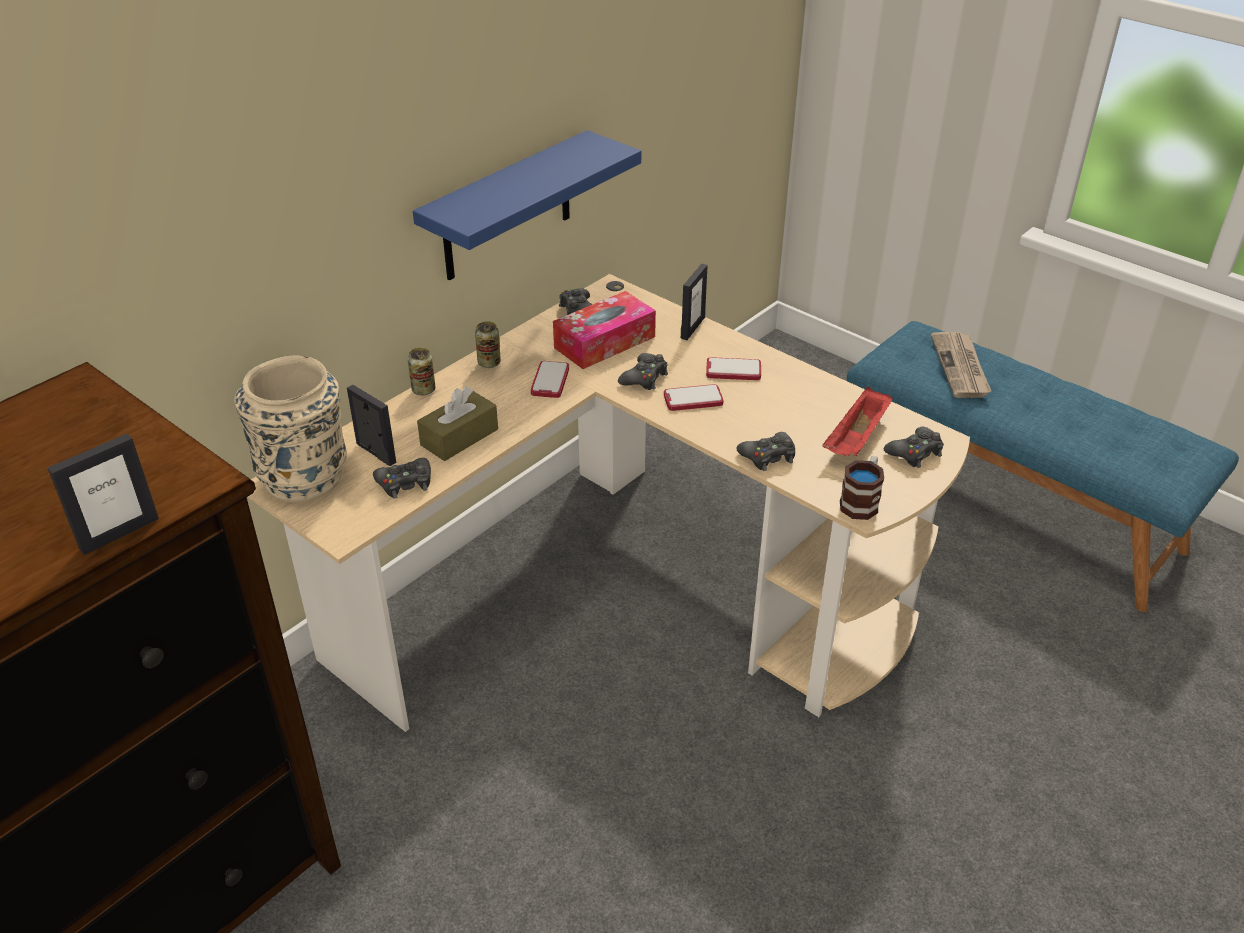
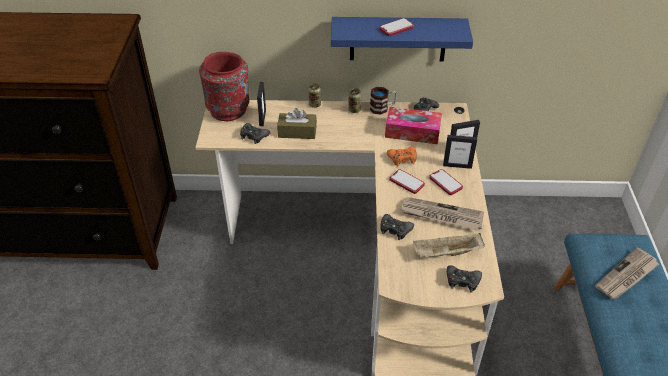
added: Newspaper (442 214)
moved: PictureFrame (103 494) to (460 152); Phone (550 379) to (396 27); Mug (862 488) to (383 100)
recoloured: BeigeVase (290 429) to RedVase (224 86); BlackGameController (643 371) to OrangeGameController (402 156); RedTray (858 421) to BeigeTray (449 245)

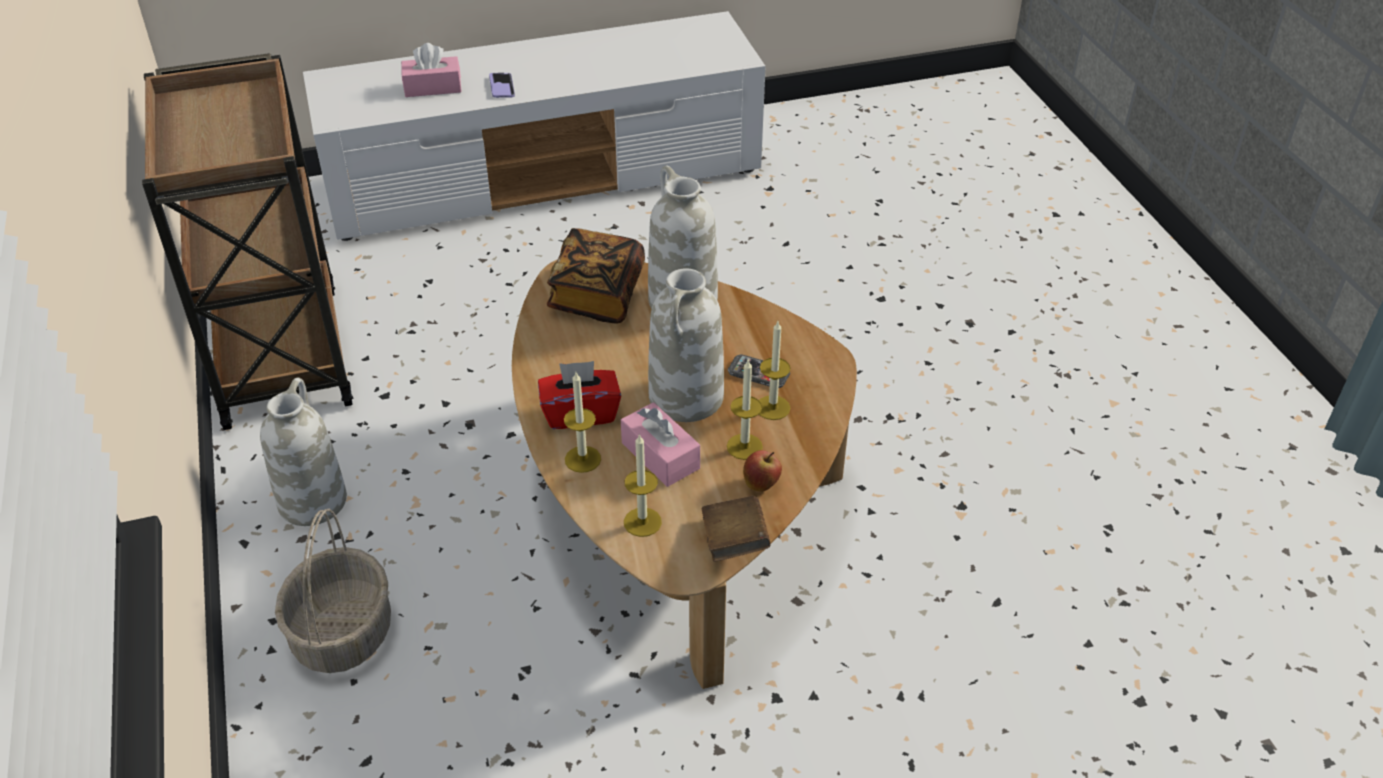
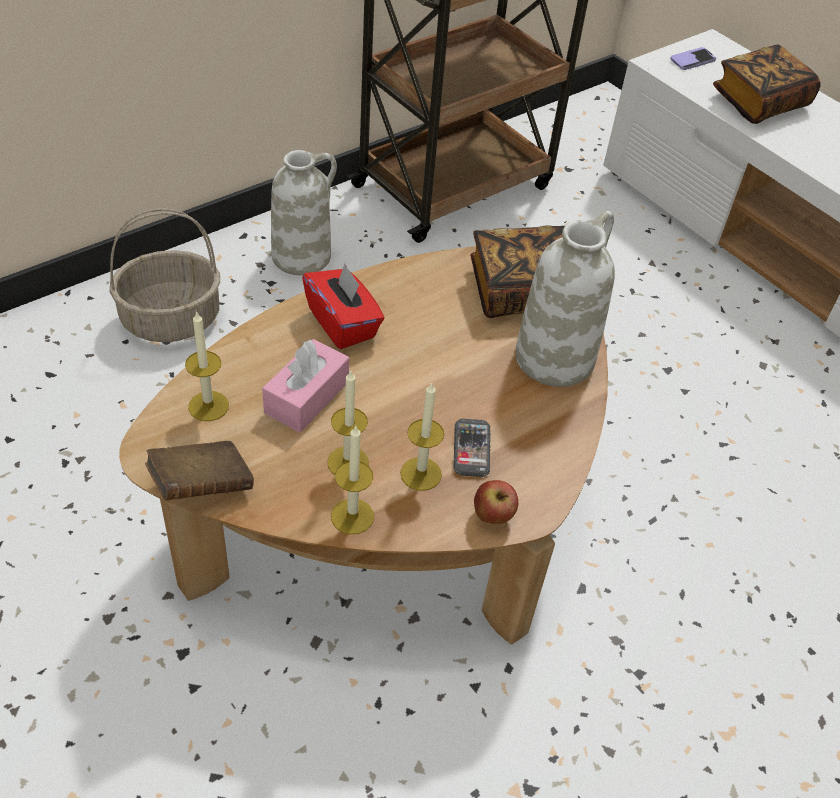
removed: WhiteVase (686 345)
moved: Phone (502 85) to (693 58); Candle (582 422) to (352 480); Apple (762 471) to (496 502)
replaced: PinkTissueBox (431 70) to Book (767 84)

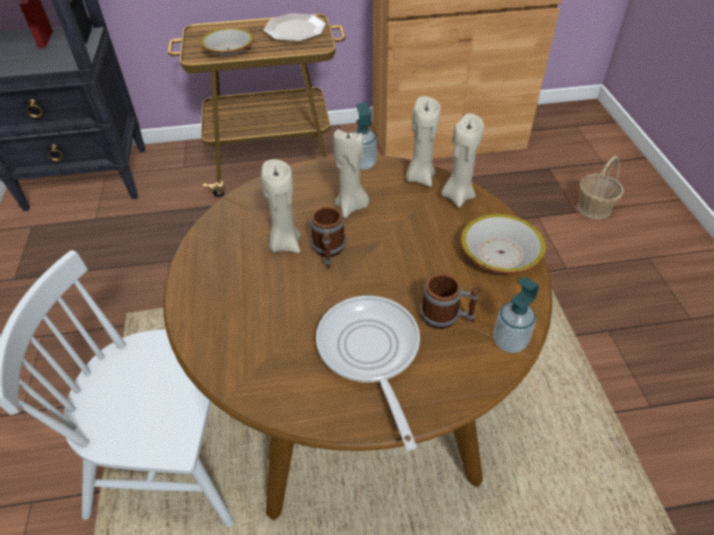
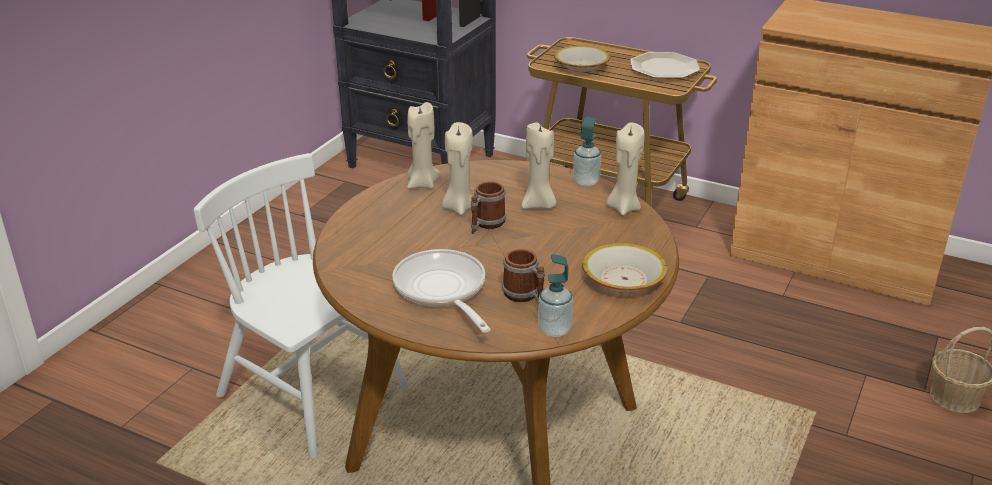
moved: BeigeCandle (462 160) to (424 145)
turned: FryingPan (368 373) = (441 291) 45 degrees counterclockwise

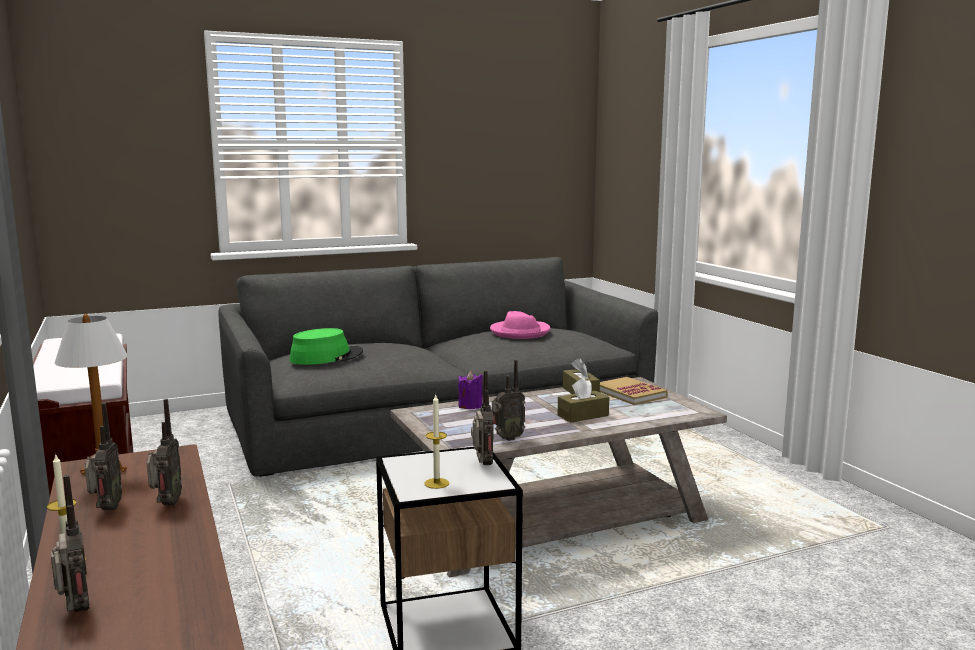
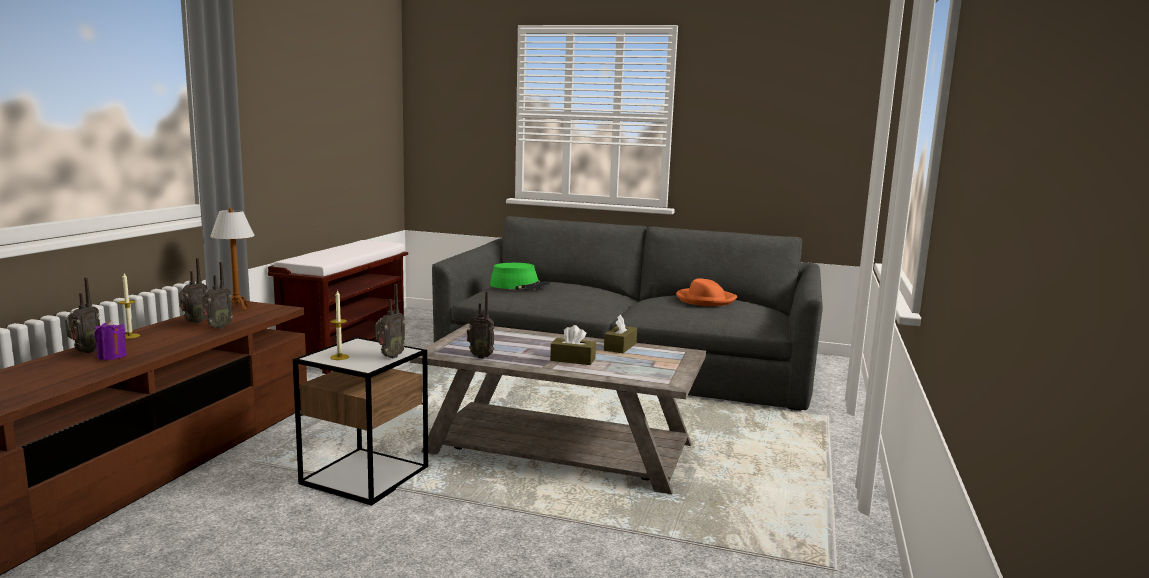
removed: Book (634 391)
moved: PurpleCandle (470 390) to (111 340)
recoloured: PinkHat (520 325) to OrangeHat (706 292)

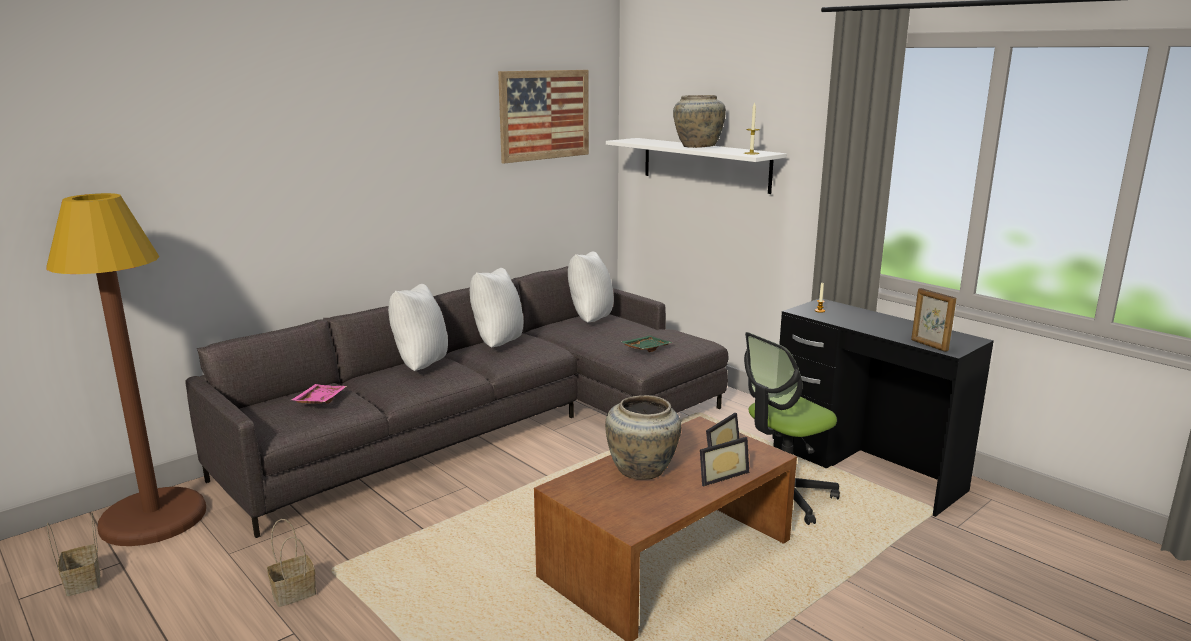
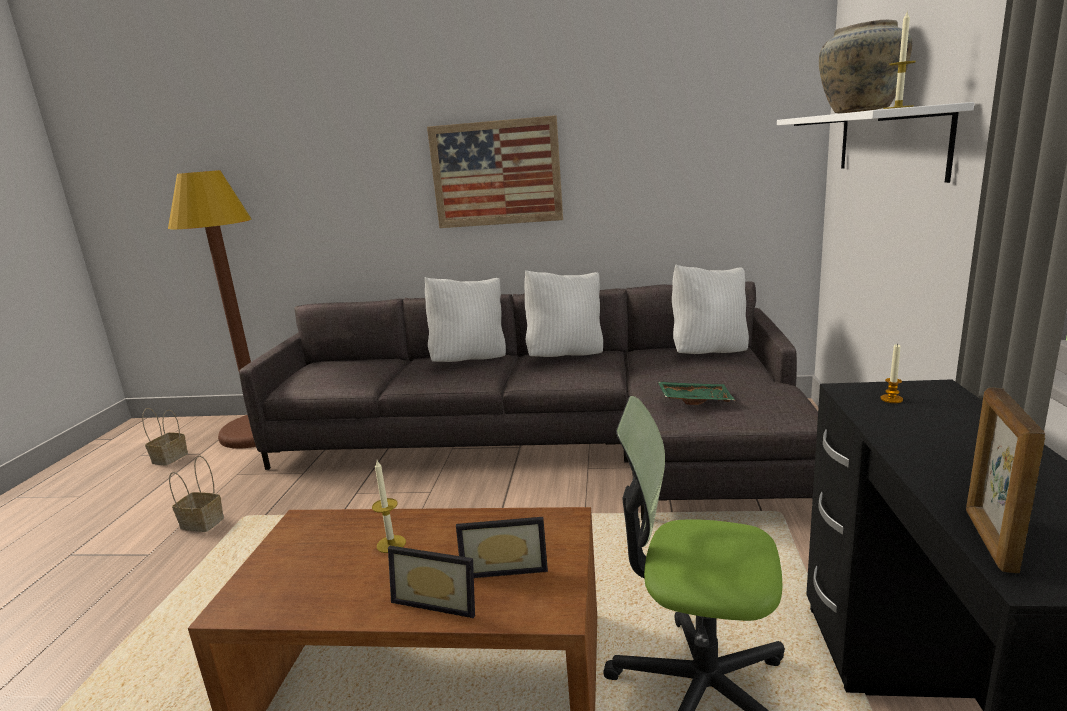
removed: PinkTray (319 394)
moved: Picture (543 116) to (495 171)
replaced: BeigeVase (643 437) to Candle (389 506)

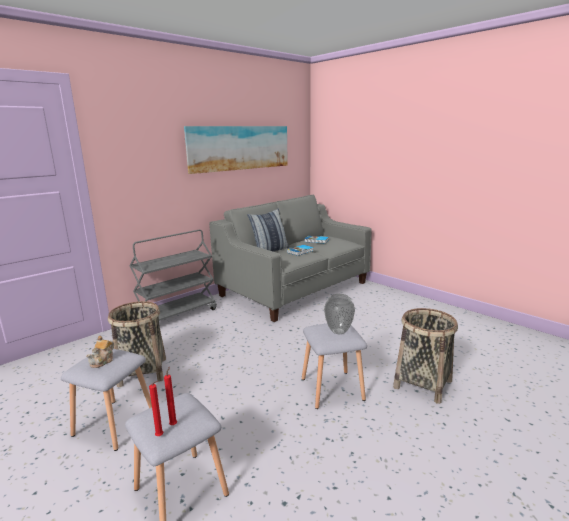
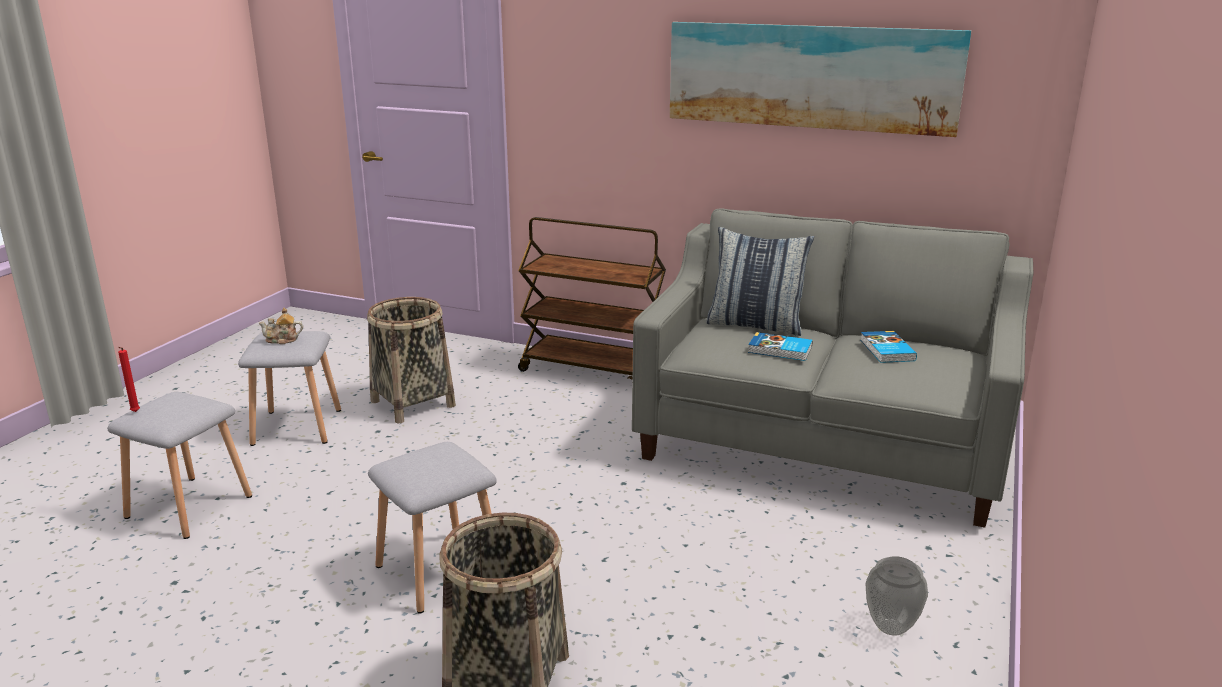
removed: RedCandle (170 396)
moved: Vase (339 314) to (897 596)
recoloured: GreyCart (173 275) to BrownCart (592 298)

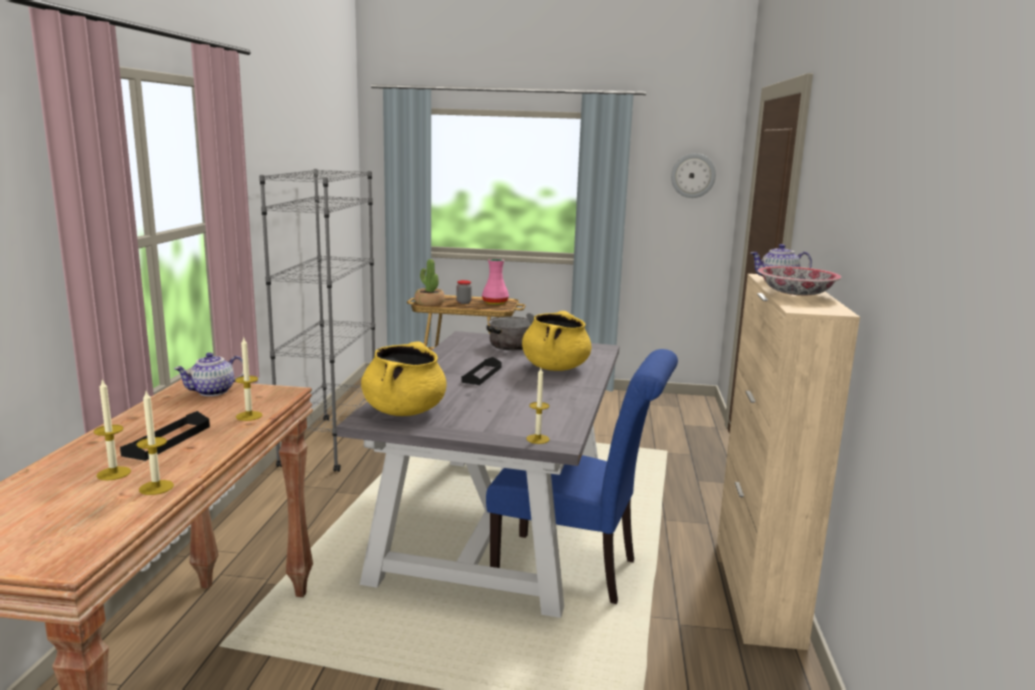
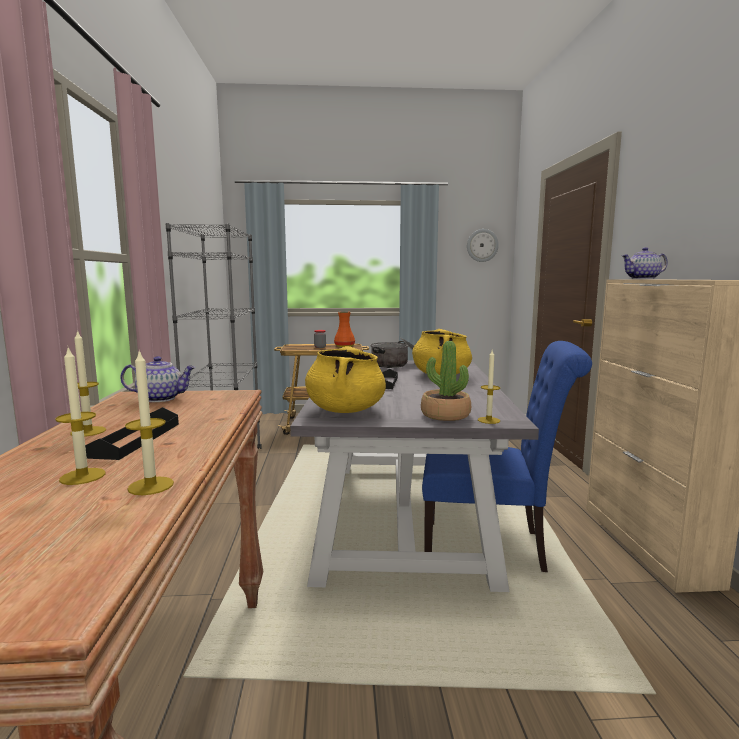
removed: Bowl (799 280)
moved: Candle (248 379) to (88 383); PottedPlant (430 282) to (446 381)
recoloured: PinkVase (495 282) to OrangeVase (344 329)
turned: Teapot (209 374) = (158 379) 135 degrees counterclockwise

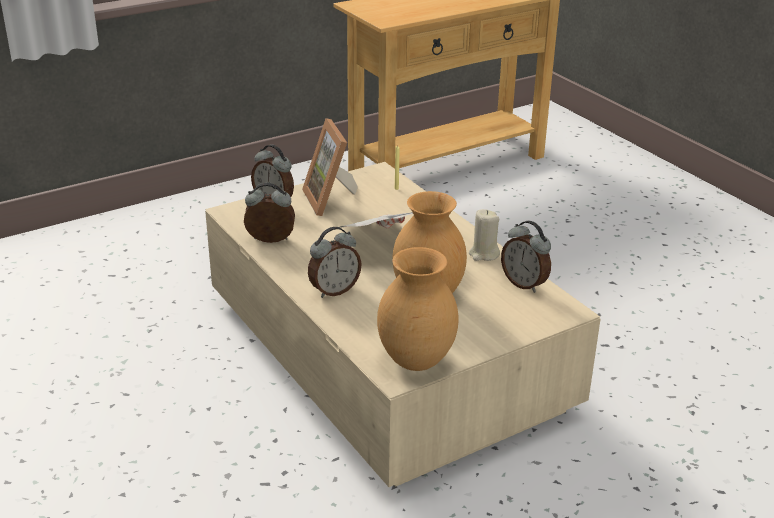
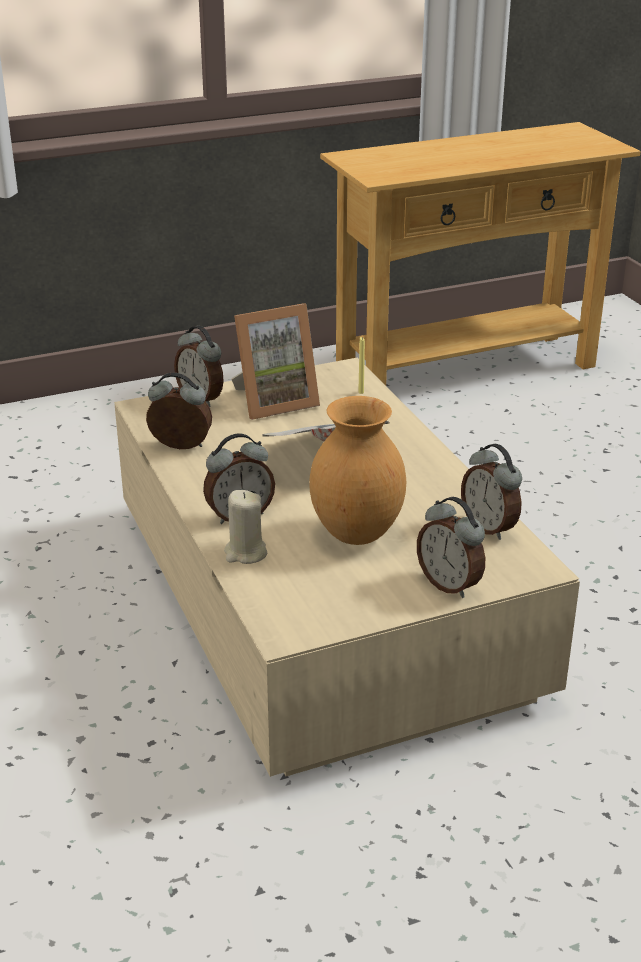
removed: BrownVase (418 309)
added: AlarmClock (451 547)
moved: BeigeCandle (484 235) to (245 527)
turned: PictureFrame (330 167) = (275 361) 105 degrees counterclockwise

